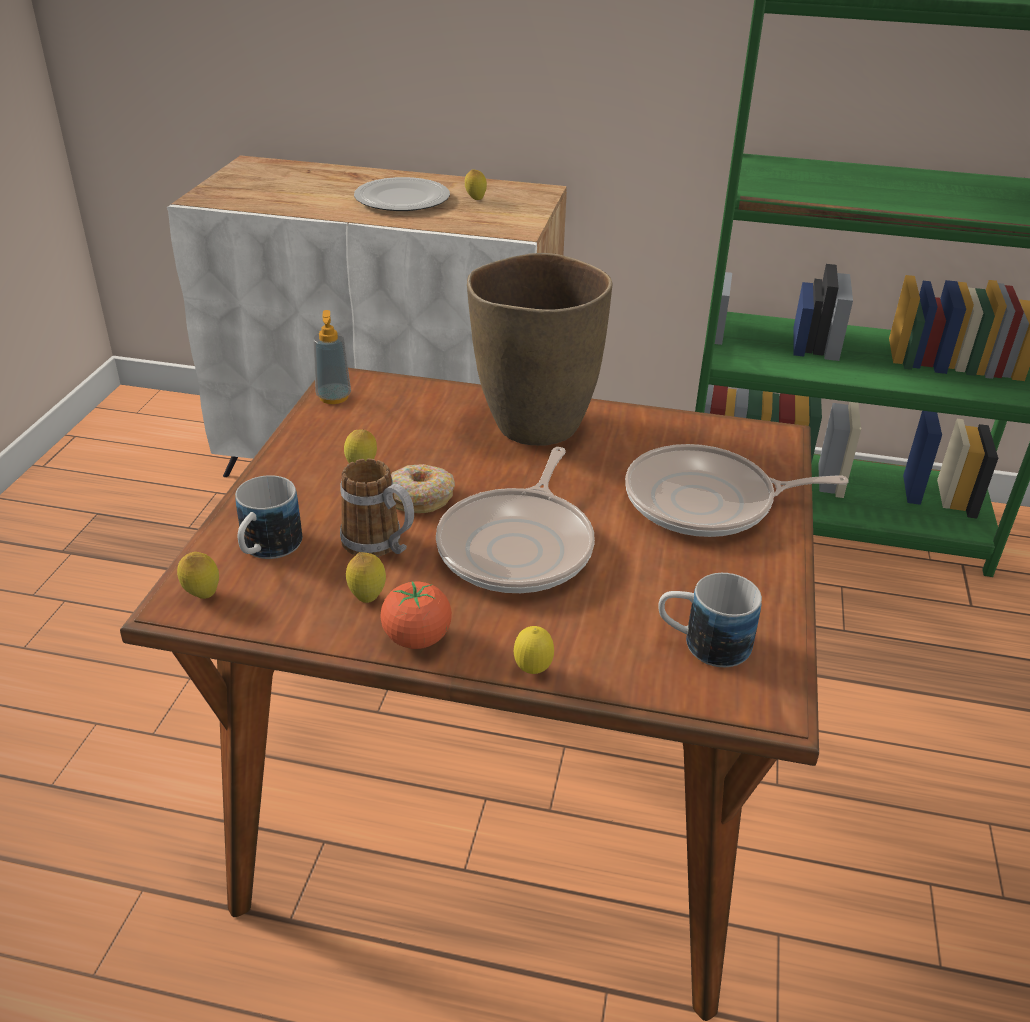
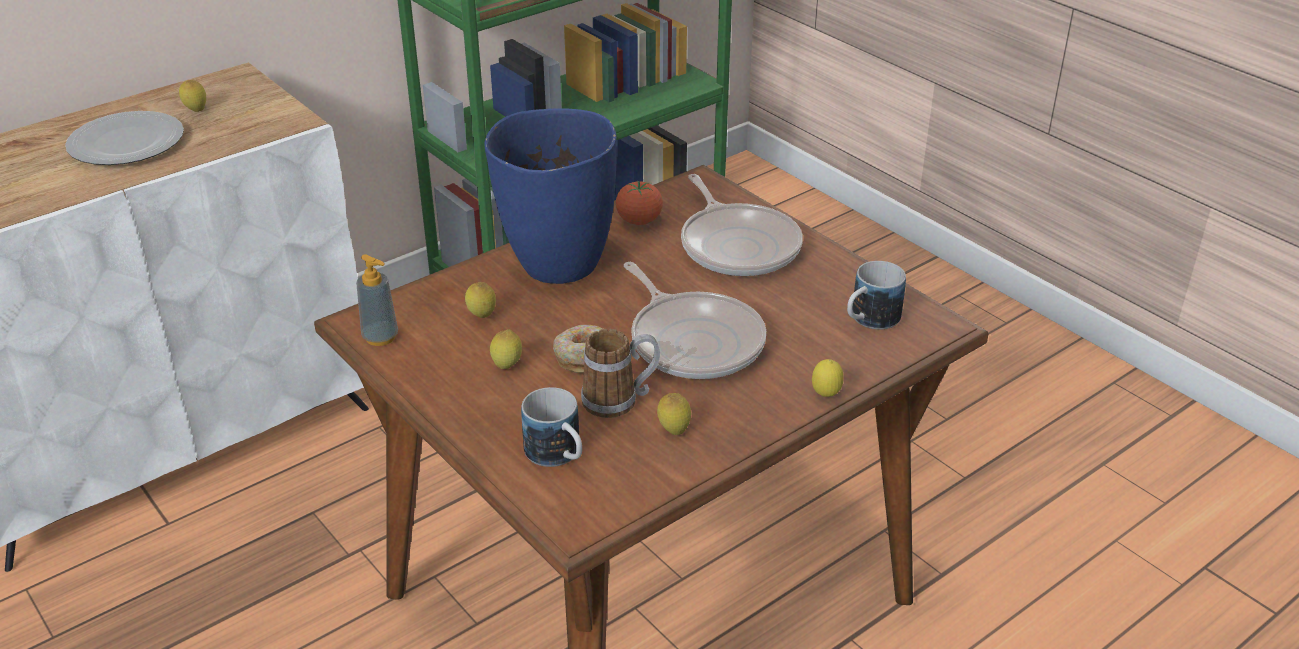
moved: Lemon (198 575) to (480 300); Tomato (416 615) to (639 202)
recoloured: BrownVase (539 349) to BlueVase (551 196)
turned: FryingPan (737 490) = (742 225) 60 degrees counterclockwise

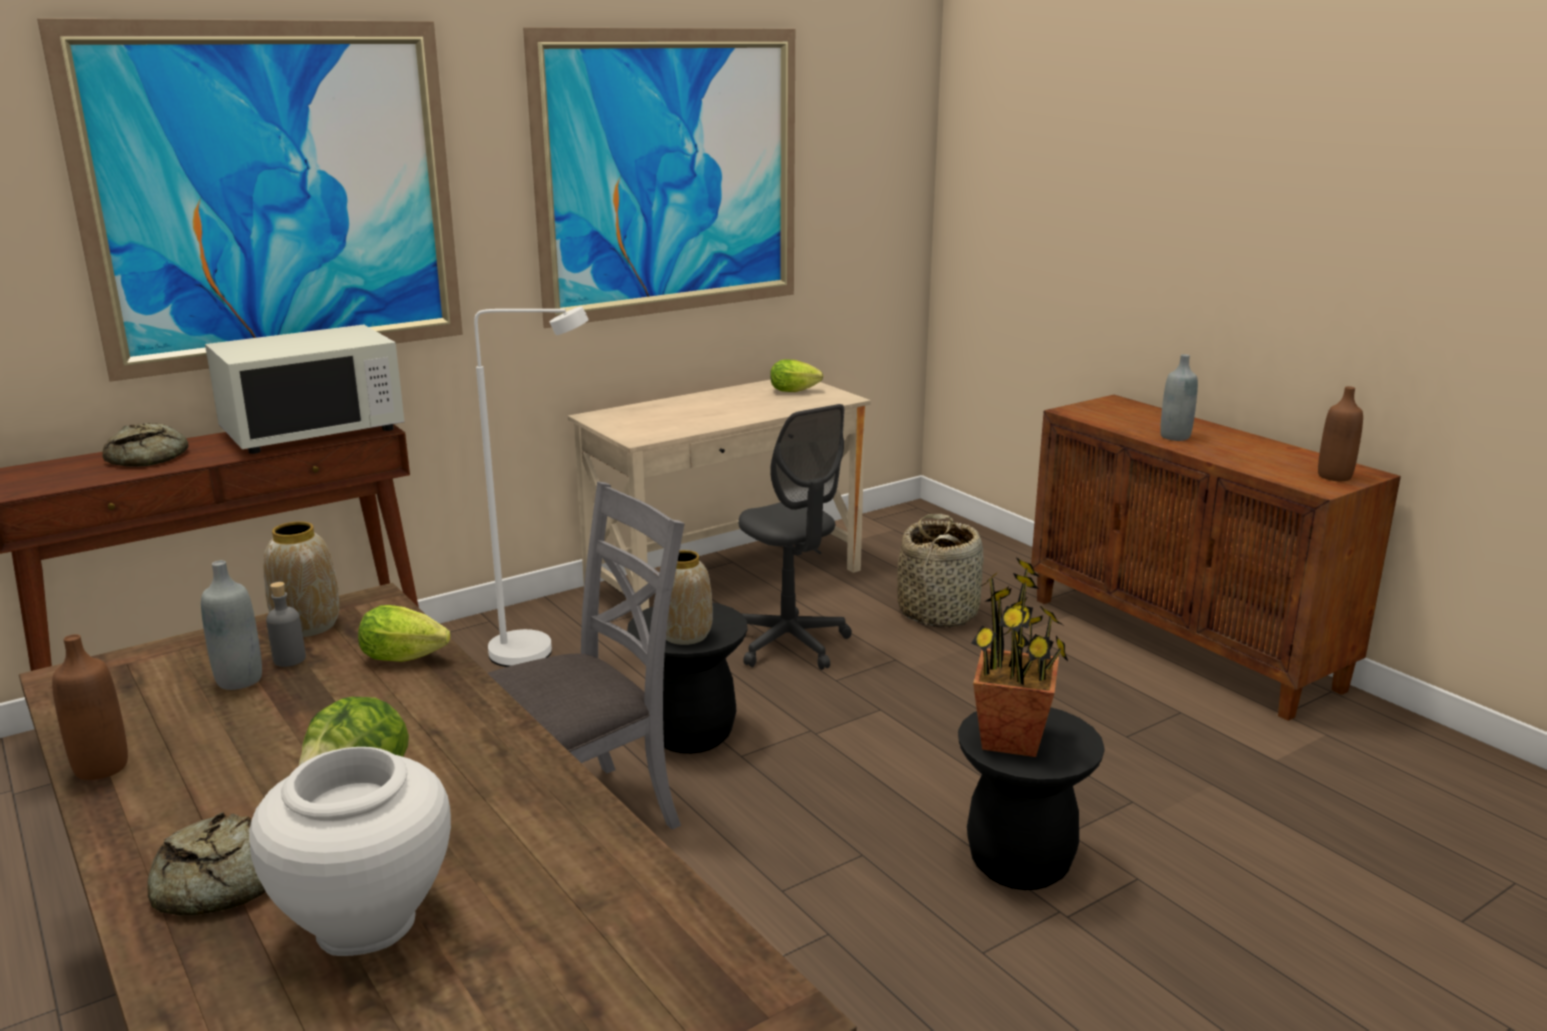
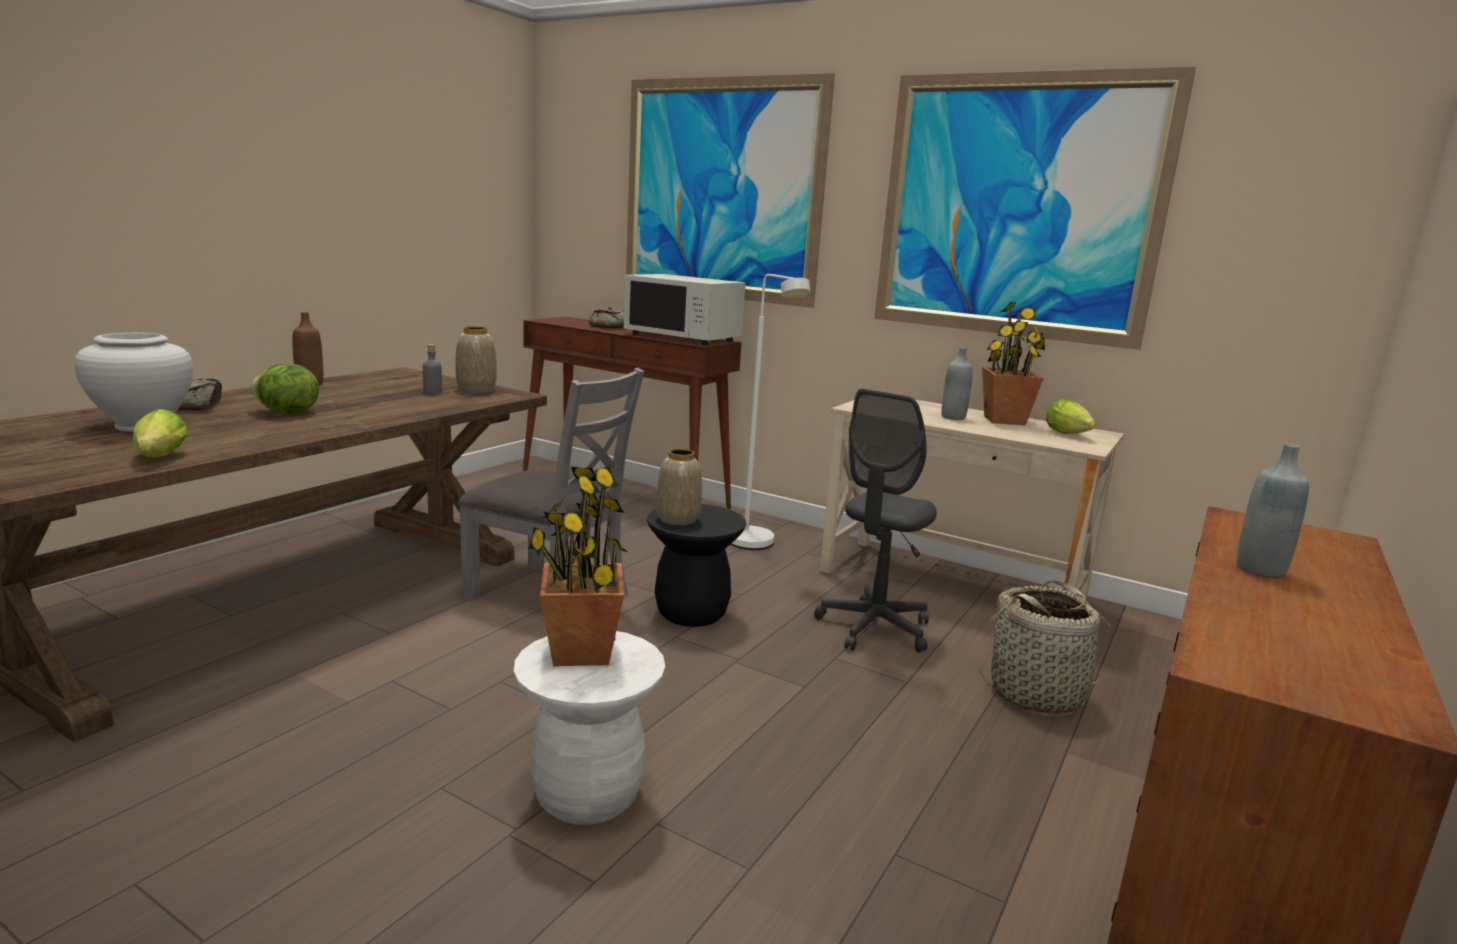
removed: BrownBottle (1340 433)
added: PottedPlant (1013 364)
moved: GreyBottle (231 625) to (957 383); Lettuce (404 633) to (161 433)
recoloured: BlackStool (1031 798) to WhiteStool (589 728)

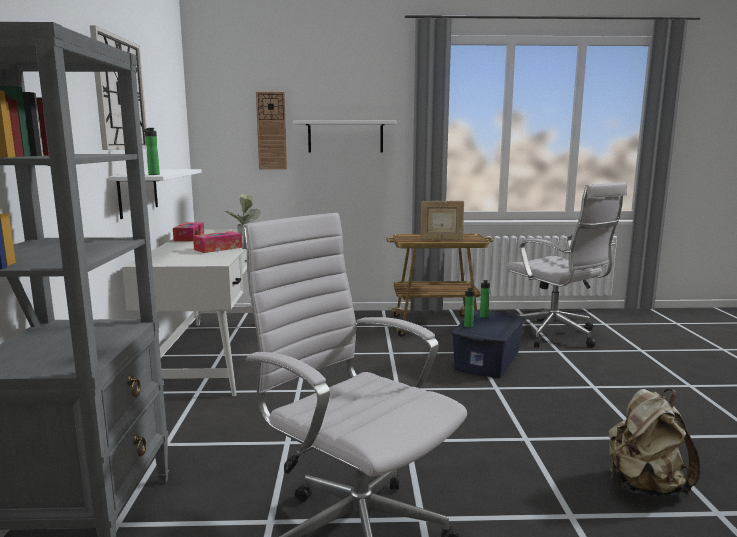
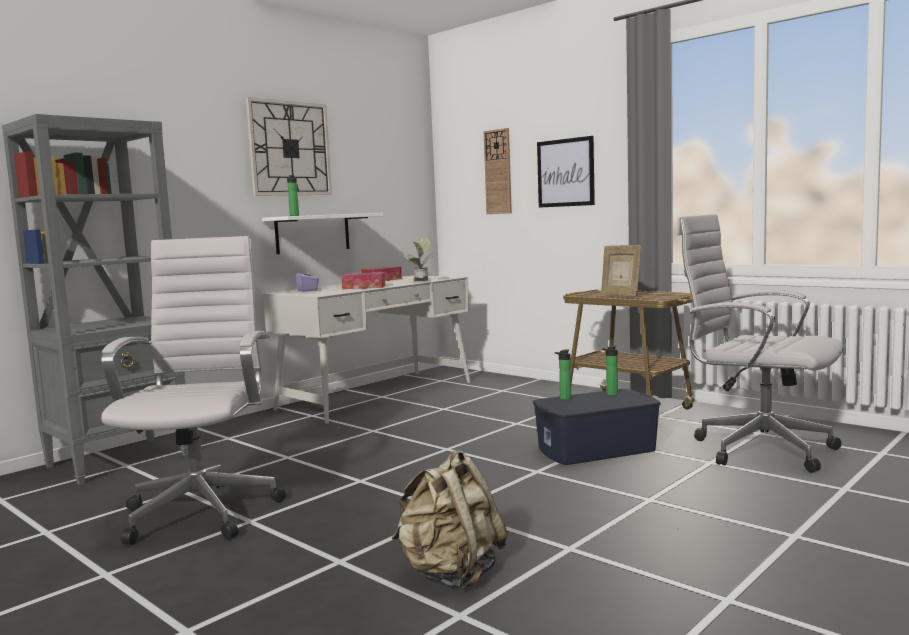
added: PurpleTissueBox (307 279)
replaced: WhiteShelf (345 137) to Picture (566 172)
turned: WhiteOfficeChair (566 265) = (760 343) 120 degrees clockwise

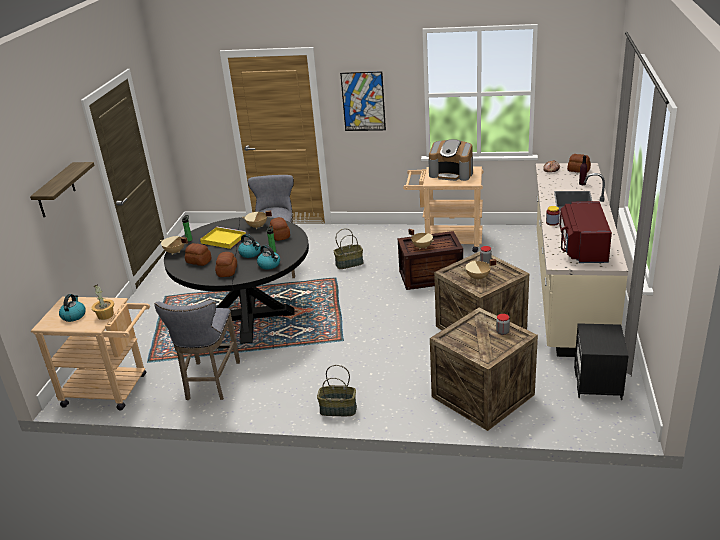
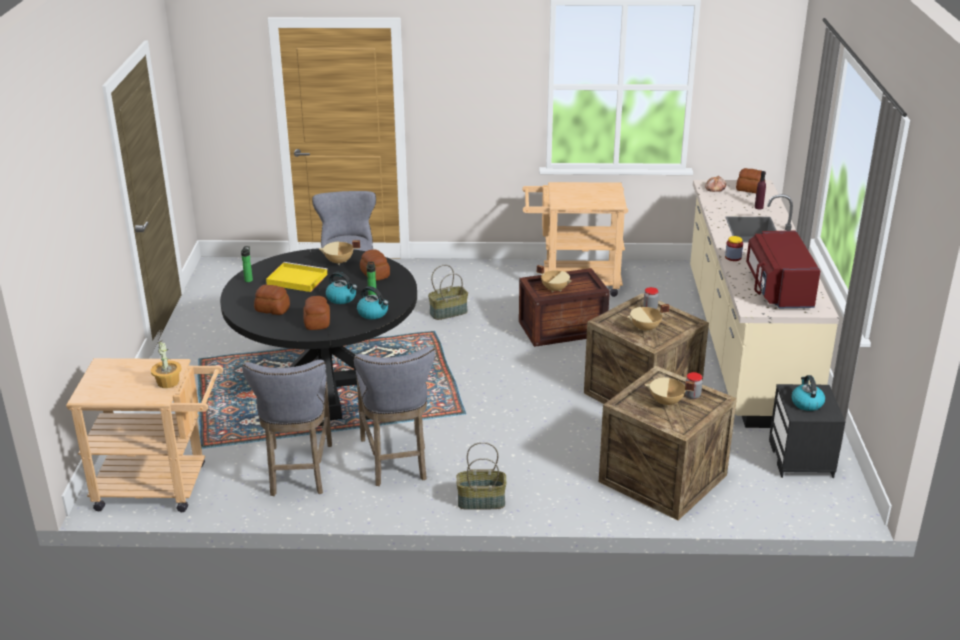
removed: Shelf (62 189); Picture (363 101); CoffeeMachine (450 160)
added: GreyStool (394 416)
moved: Kettle (72 308) to (808 393); BeigeCookingPot (174 245) to (670 392)

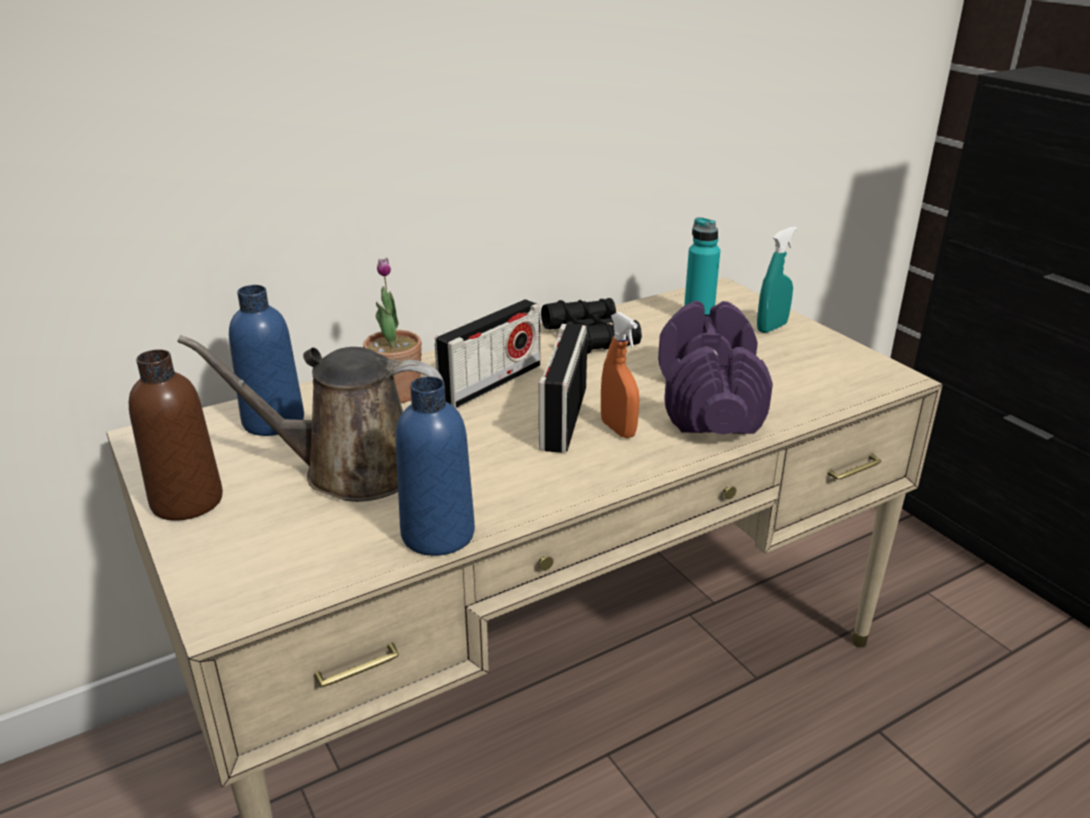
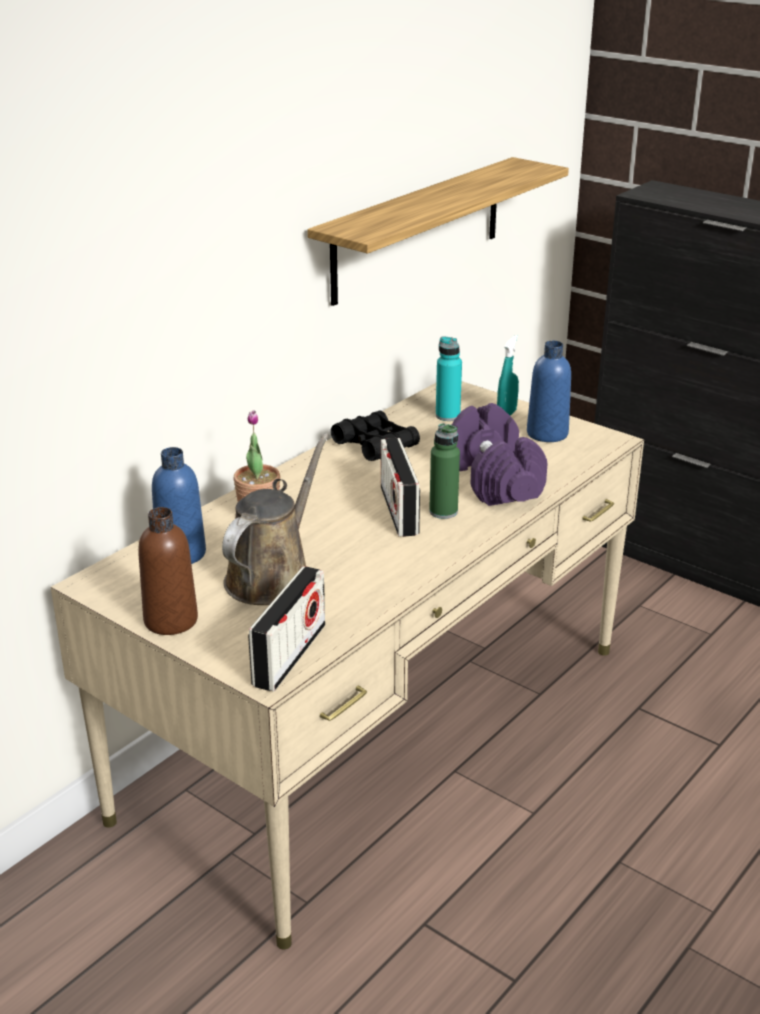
added: Shelf (438 231)
moved: BlueBottle (435 466) to (549 391); Radio (487 353) to (286 629)
replaced: OrangeSprayBottle (620 375) to GreenBottle (444 471)
turned: BrownWateringCan (310 418) = (275 519) 135 degrees clockwise

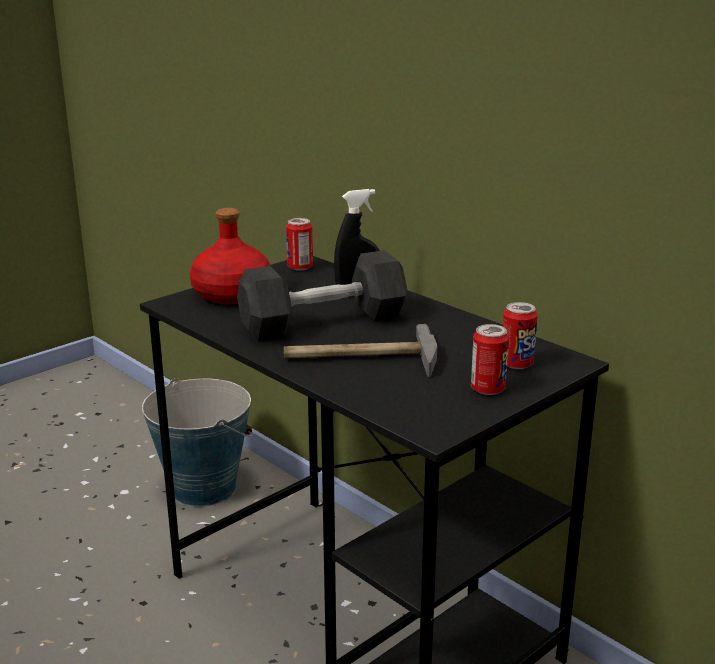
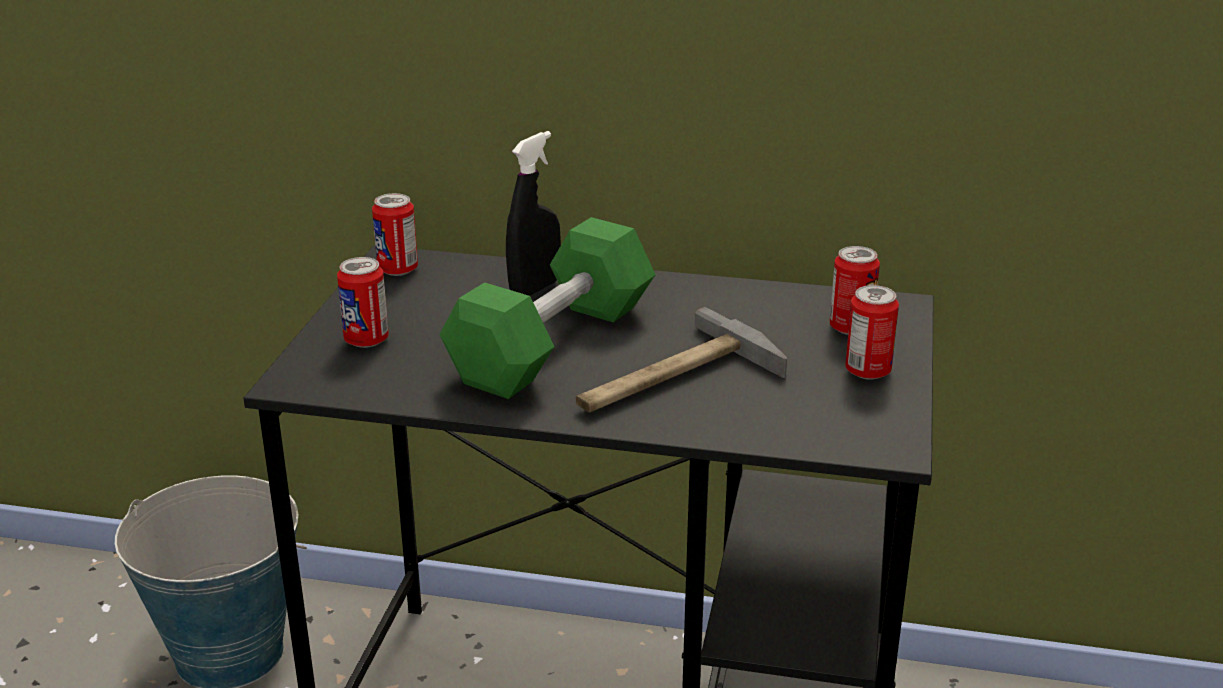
replaced: RedBottle (230 256) to Can (363 302)
recoloured: BlackDumbbell (322 295) to GreenDumbbell (547 308)

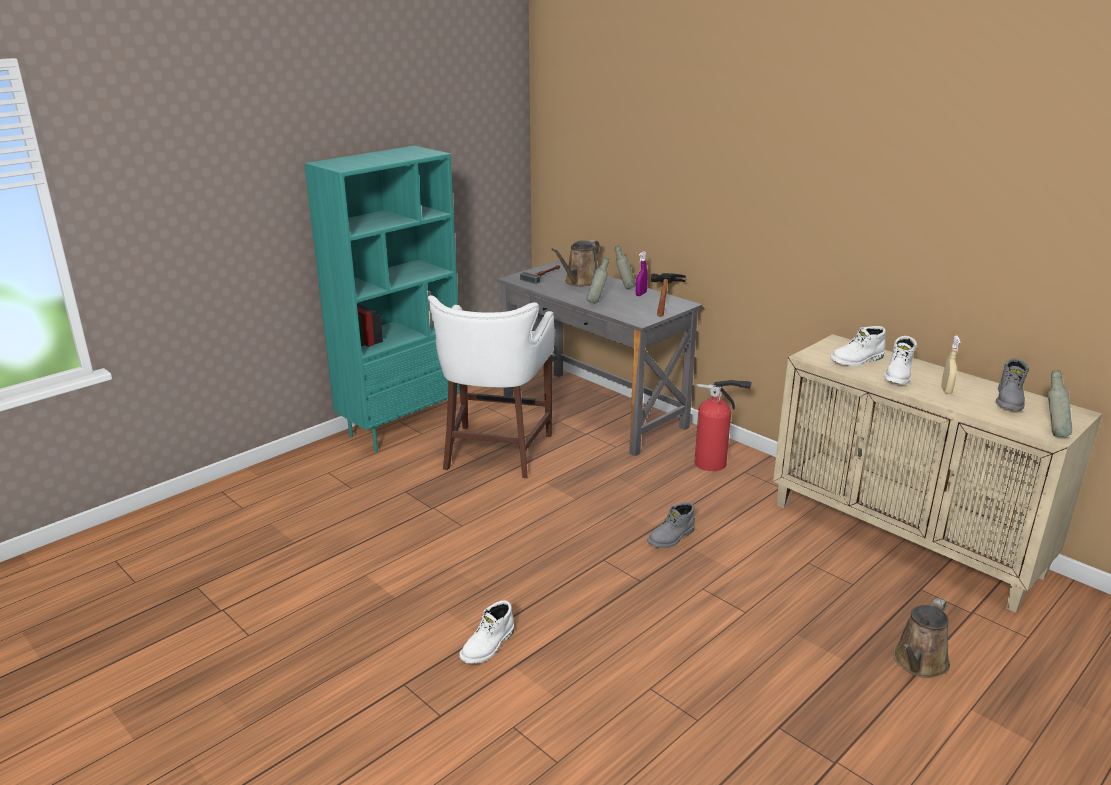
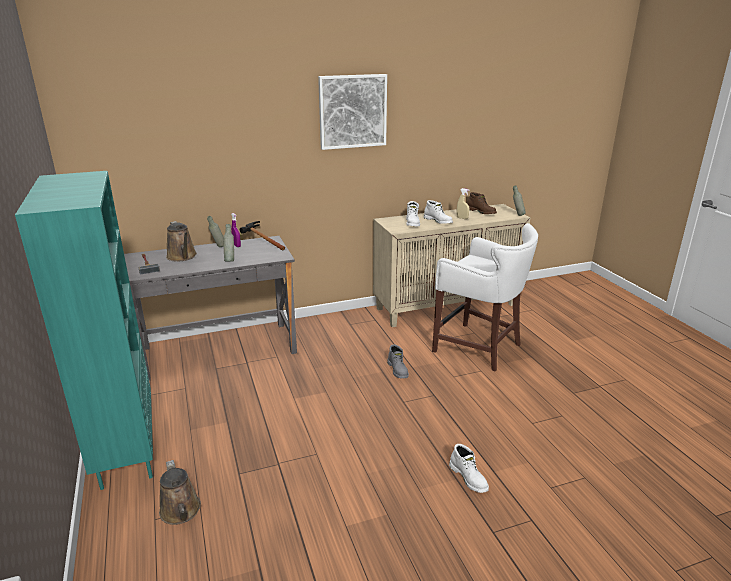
removed: FireExtinguisher (723 425)
added: Picture (352 112)
moved: WhiteStool (491 386) to (485 297); BrownWateringCan (921 638) to (180 492)
recoloured: GreyBoot (1012 384) to BrownBoot (482 203)

